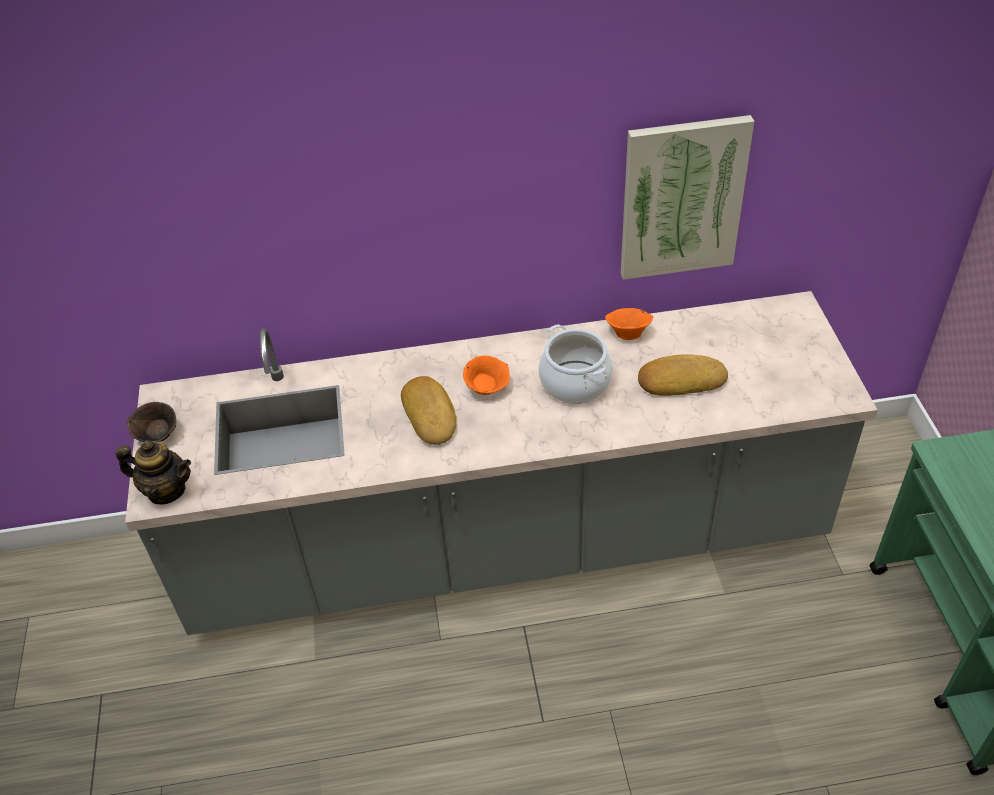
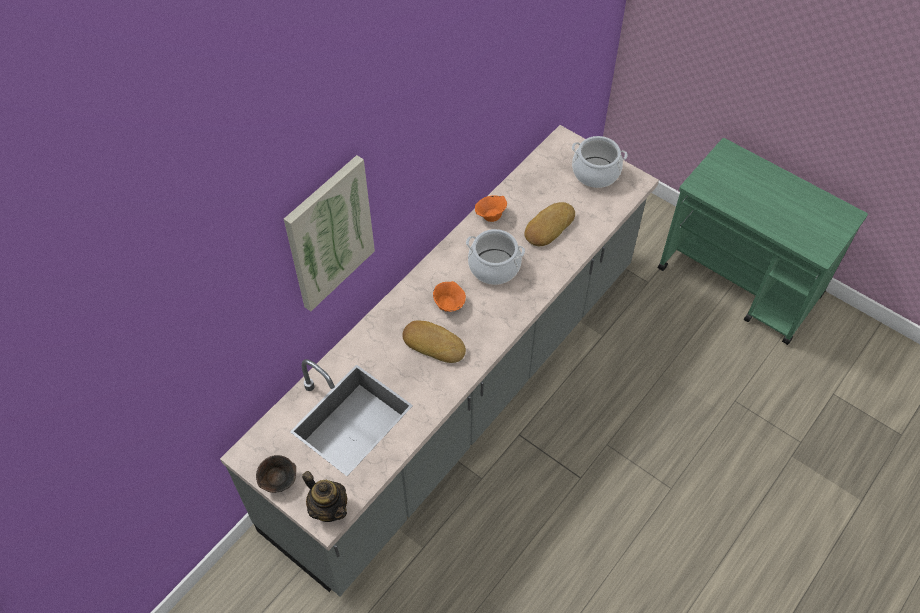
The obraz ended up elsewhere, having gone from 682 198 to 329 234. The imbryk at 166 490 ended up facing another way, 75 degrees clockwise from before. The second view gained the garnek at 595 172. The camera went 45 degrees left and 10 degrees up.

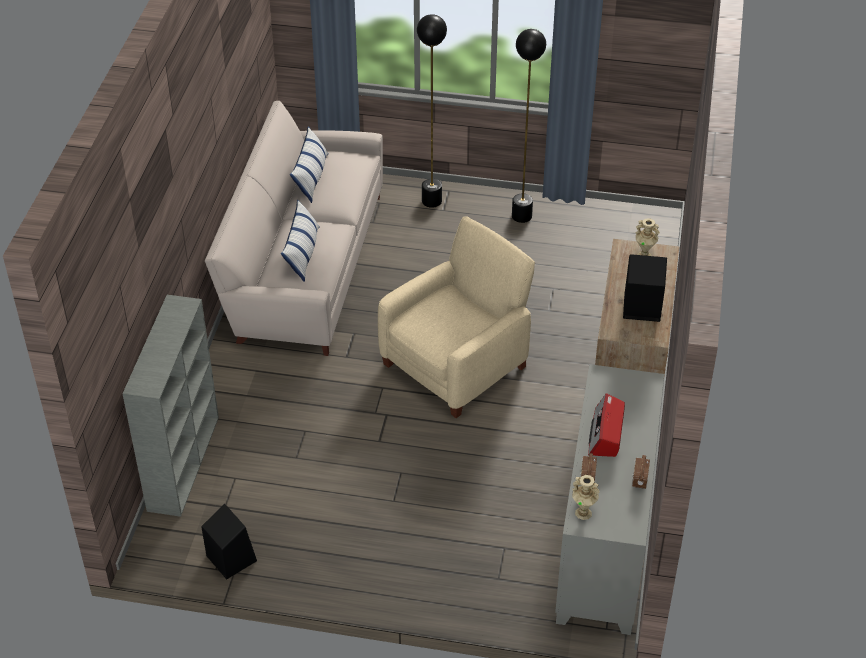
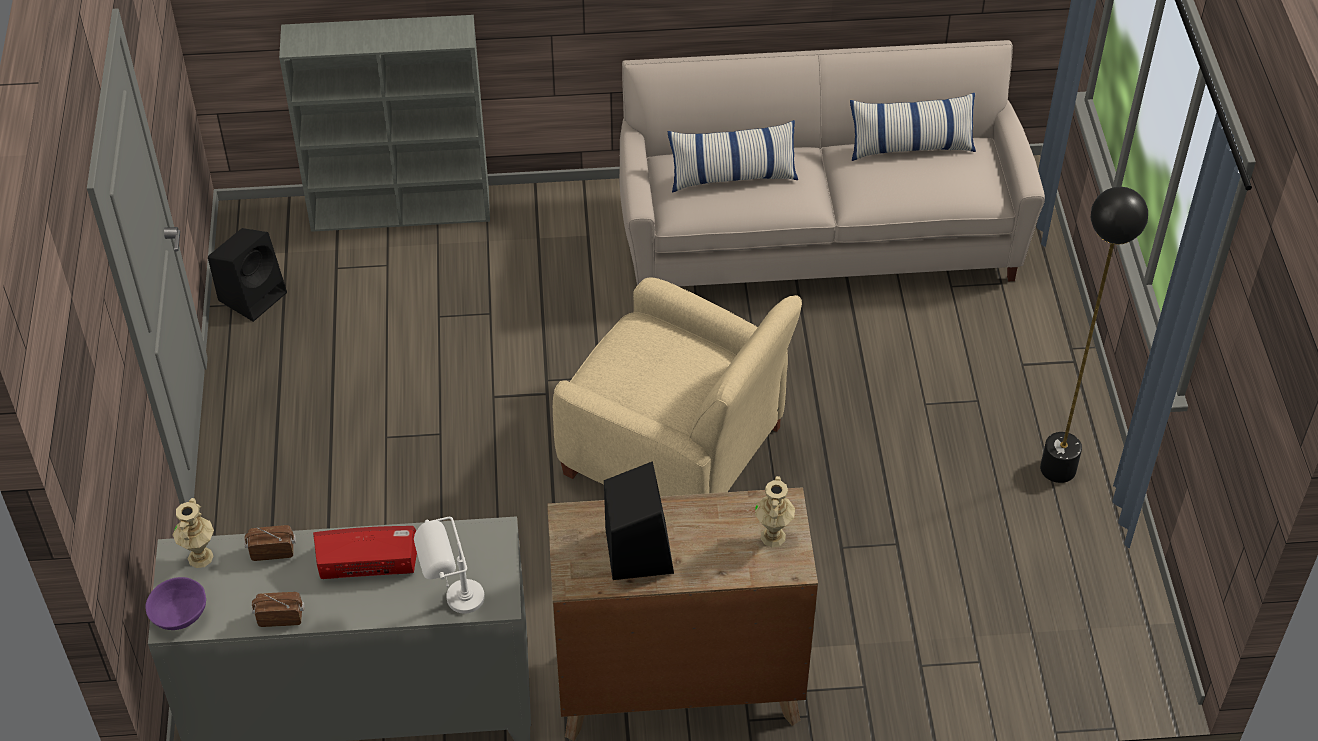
The second view lost the lampa stojąca/czarny at 432 201. The second view gained the lampa stołowa/biały at 452 602. The second view gained the miska/fioletowy at 180 614. The camera went 75 degrees right and 5 degrees up.

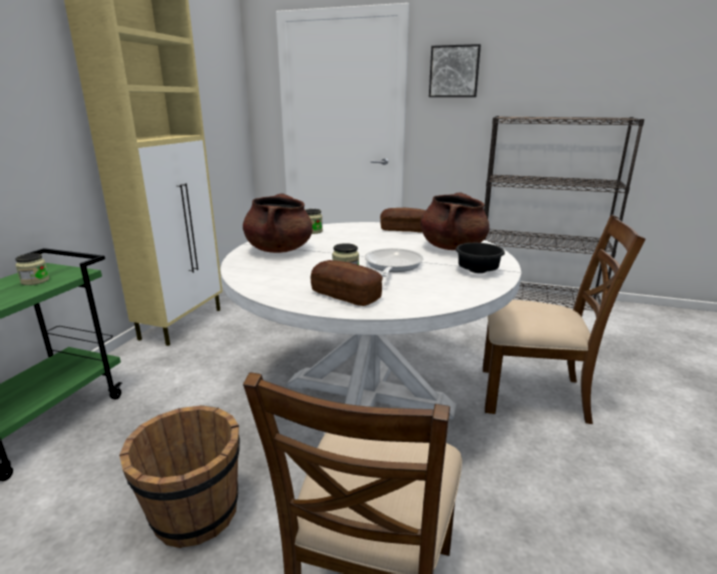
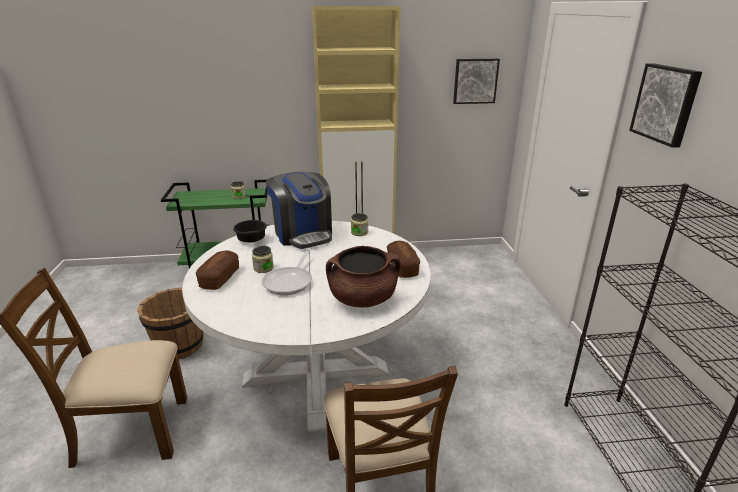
Where the garnek/brązowy stood at 279 249, the ekspres do kawy came to stand at 303 234. The miska/czarny ended up elsewhere, having gone from 478 271 to 250 240. The patelnia at 392 266 ended up facing another way, 120 degrees clockwise from before. The second view gained the obraz at 475 81. The camera went 65 degrees right and 5 degrees up.

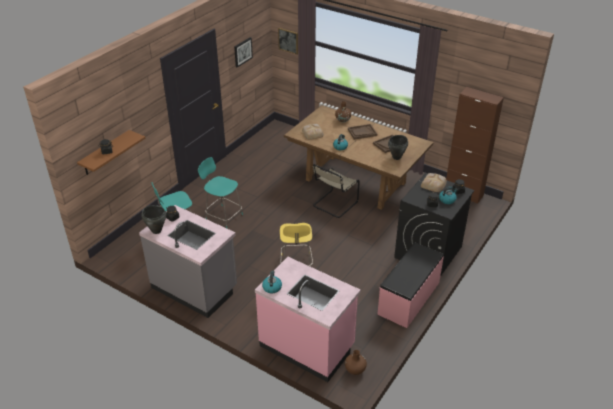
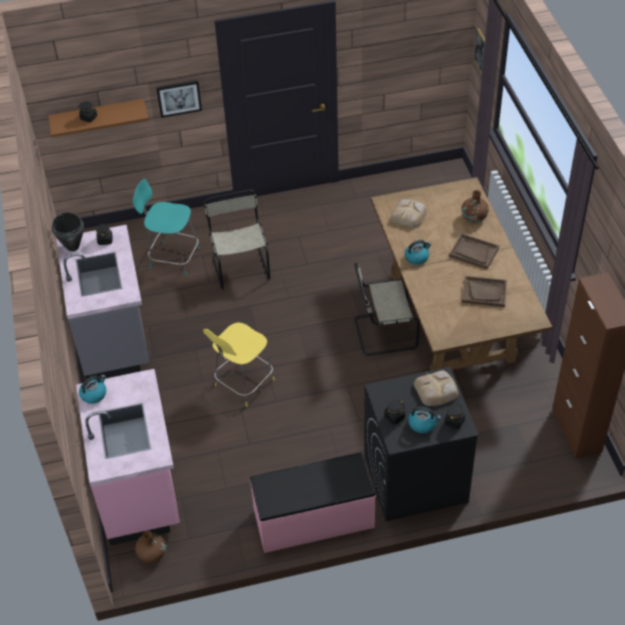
The obraz ended up elsewhere, having gone from 242 52 to 179 98. The second view lost the garnek/czarny at 397 157. Where the stołek/turkusowy stood at 223 216, the krzesło/beżowy came to stand at 240 265. The camera went 45 degrees right and 10 degrees up.

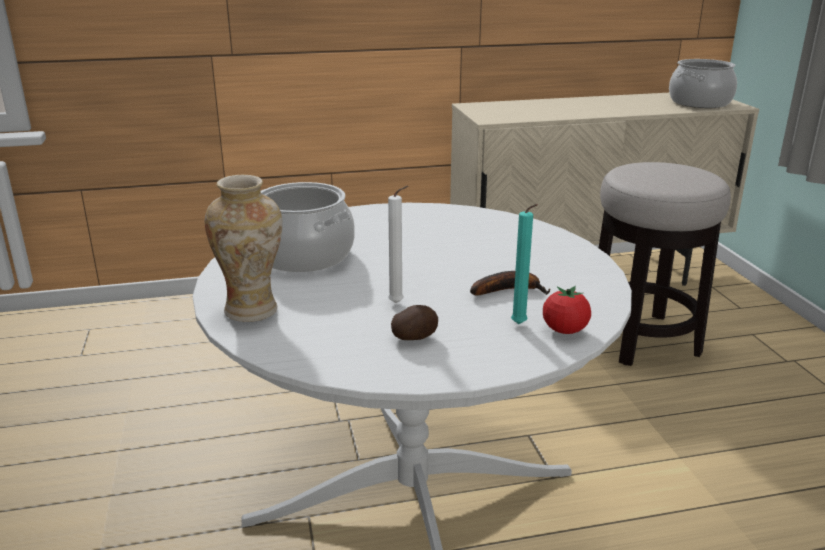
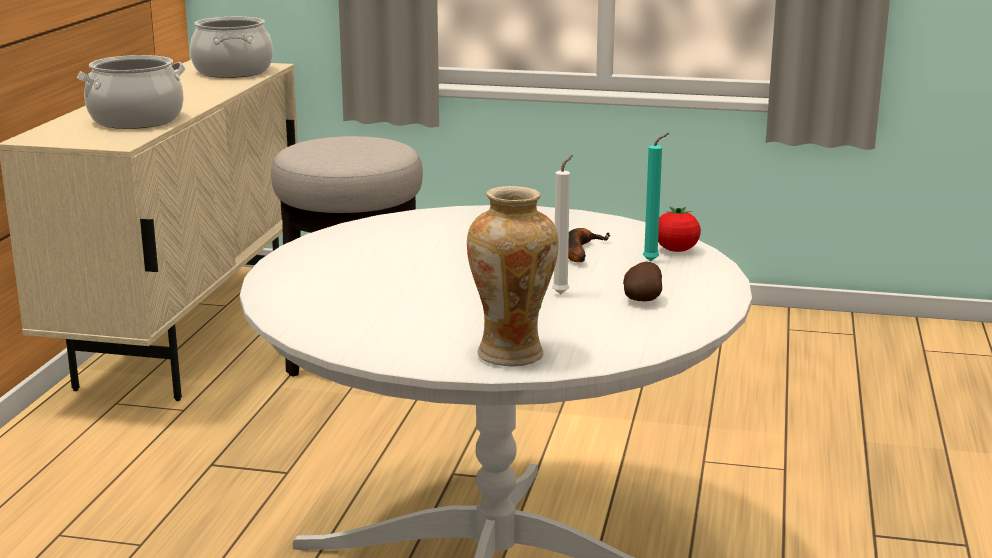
The garnek ended up elsewhere, having gone from 304 255 to 136 120. The camera went 65 degrees left and 5 degrees down.

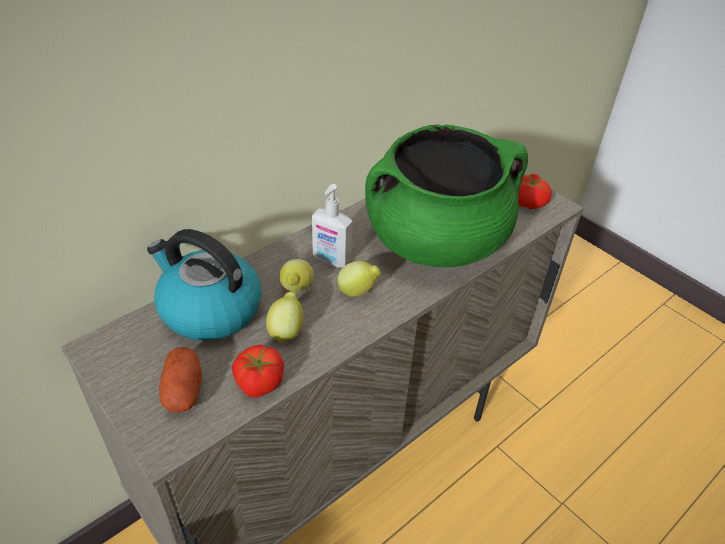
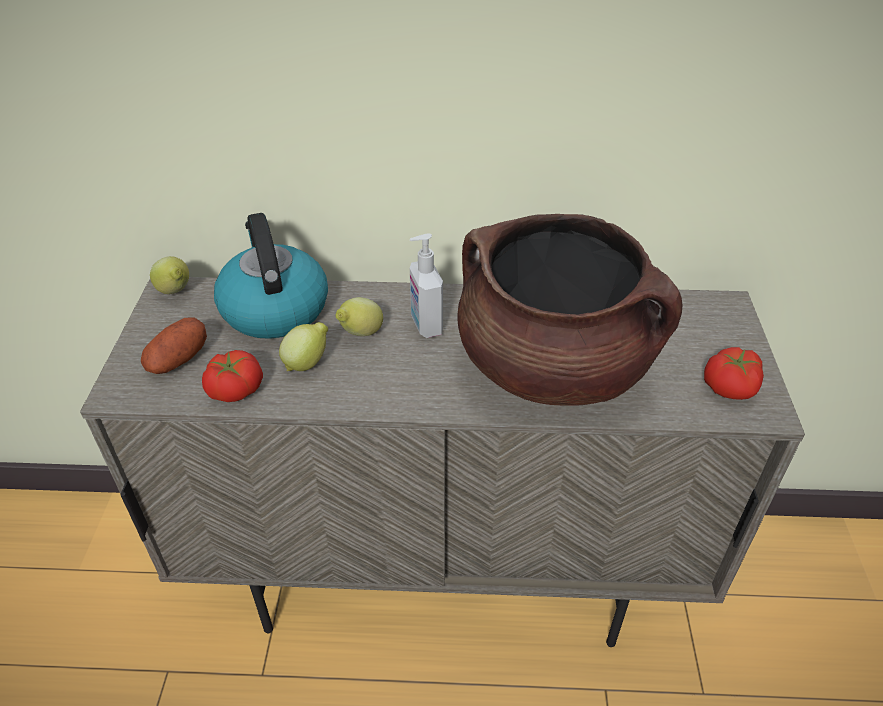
What was the garnek/zielony at 436 241 turned into the garnek/brązowy at 554 367. The cytryna ended up elsewhere, having gone from 358 292 to 175 292. The camera went 45 degrees right and 0 degrees up.

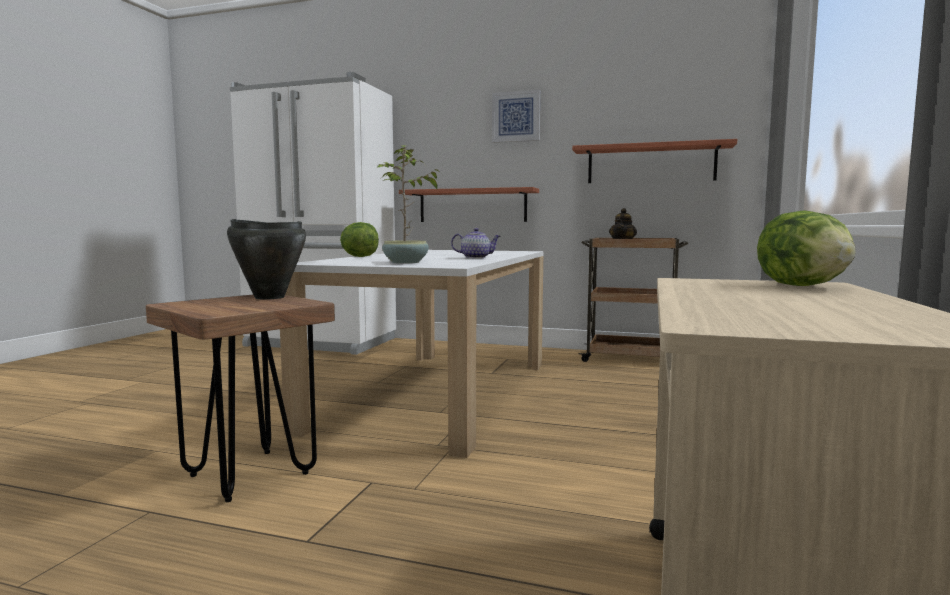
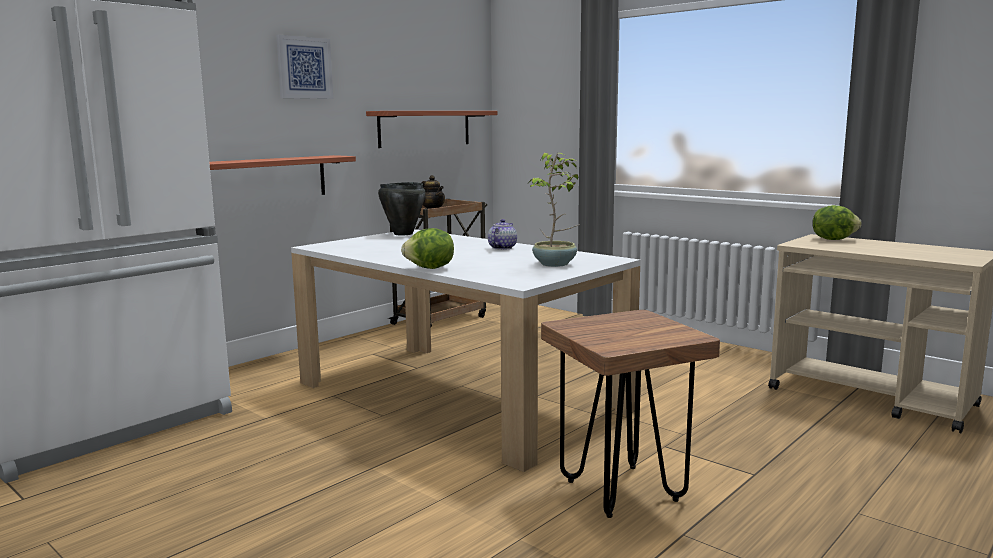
The garnek/czarny ended up elsewhere, having gone from 269 297 to 402 234. The camera went 65 degrees left and 5 degrees up.

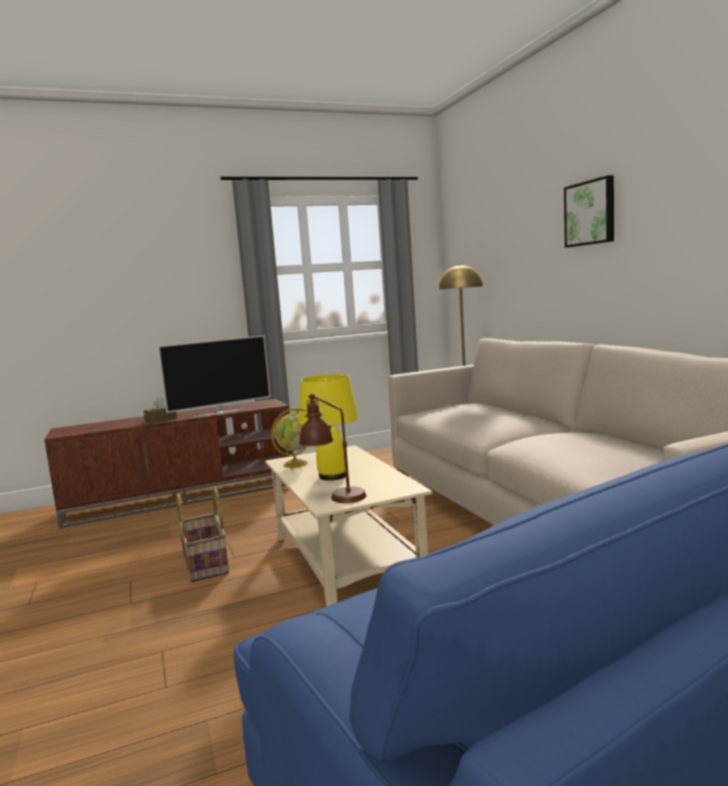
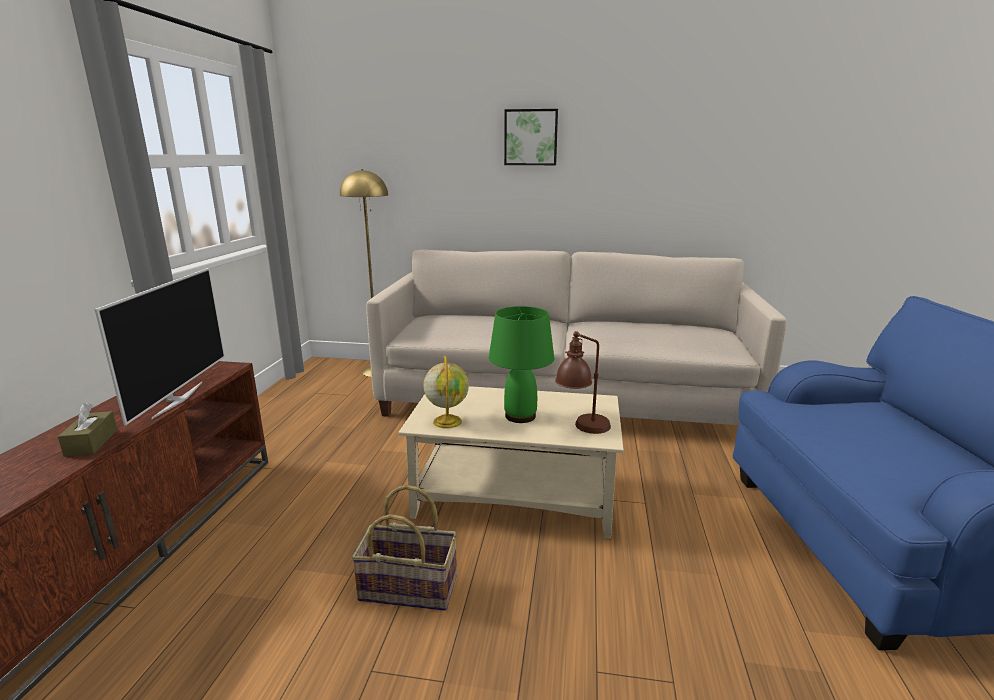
What was the lampa stołowa/żółty at 332 476 turned into the lampa stołowa/zielony at 520 416. The camera went 60 degrees left and 10 degrees up.

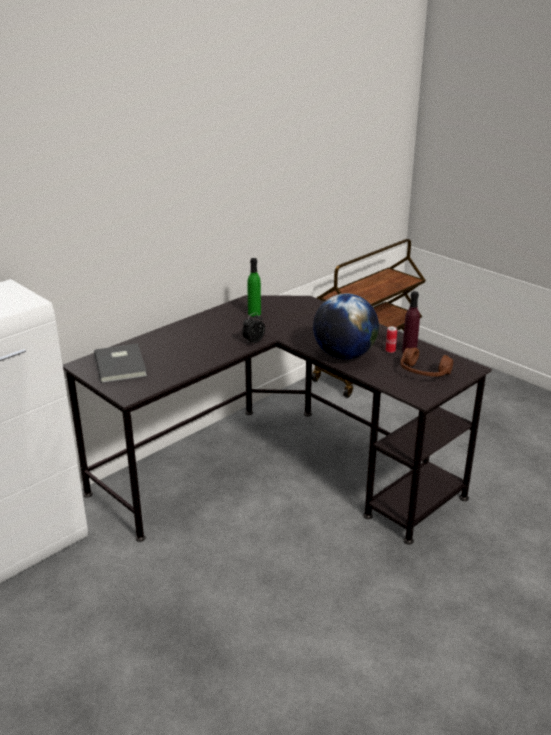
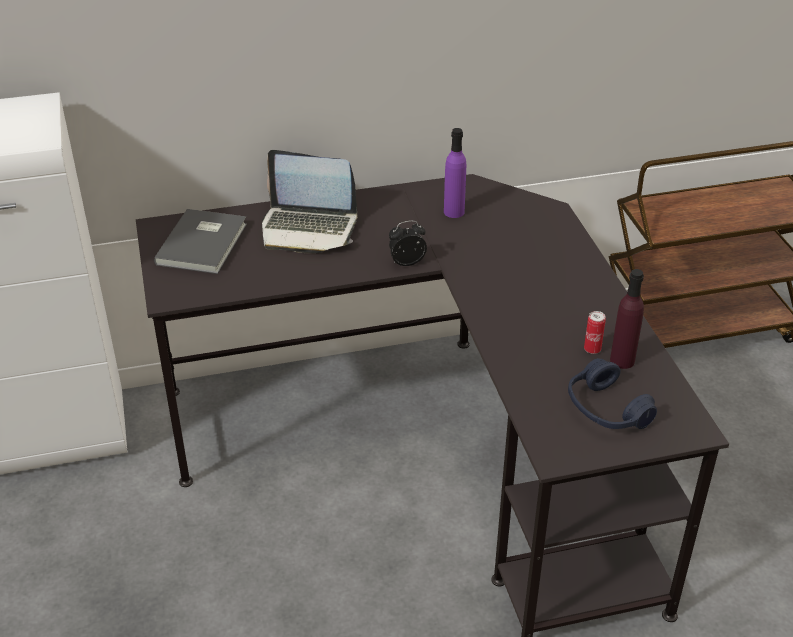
What was the butelka/zielony at 254 313 turned into the butelka/fioletowy at 454 212. The second view lost the globus at 344 355. What was the słuchawki/brązowy at 424 373 turned into the słuchawki/niebieski at 606 410. The second view gained the laptop at 308 228. The camera went 30 degrees right and 10 degrees up.

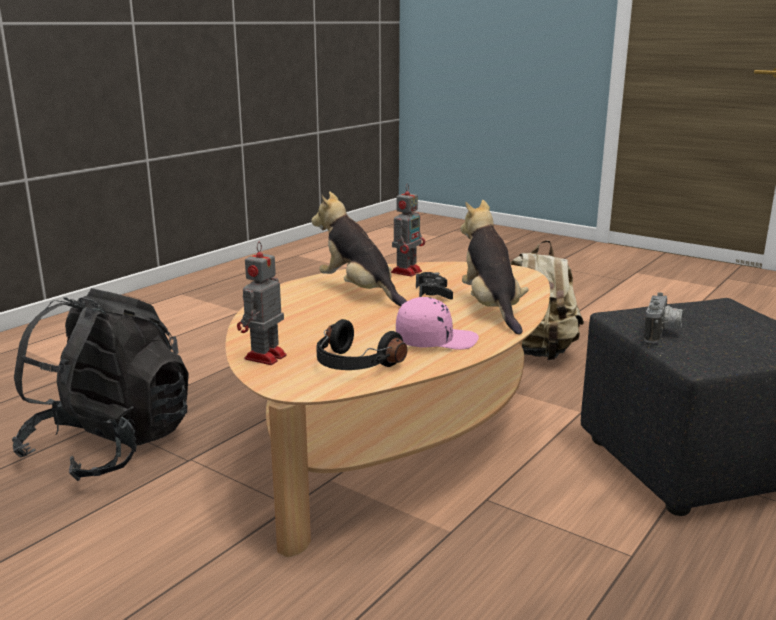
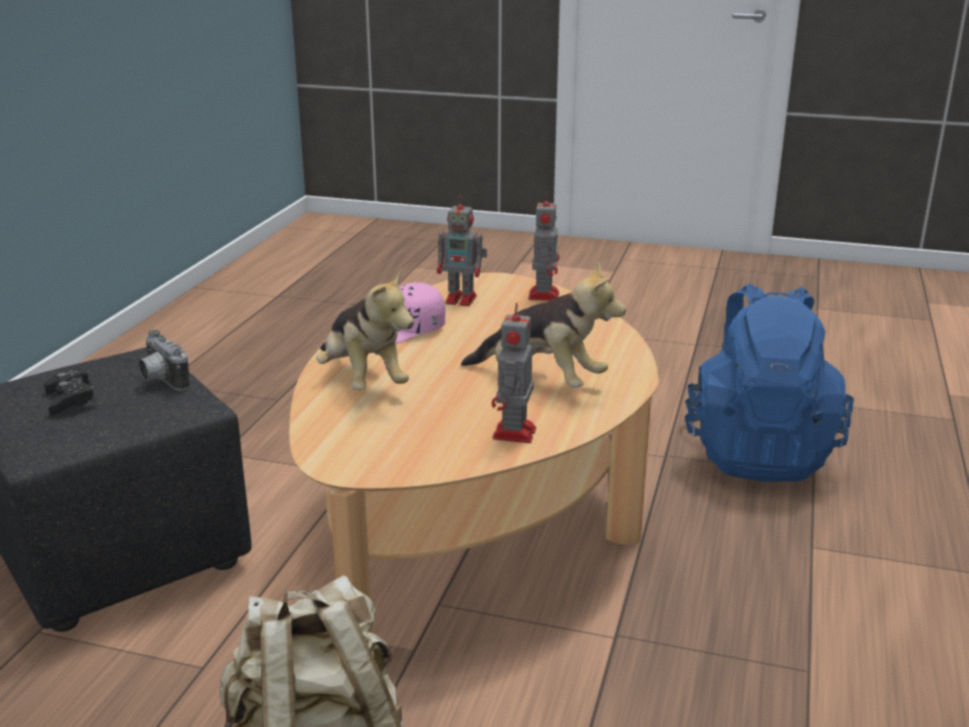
The pad do gier/czarny ended up elsewhere, having gone from 433 293 to 71 400. What was the plecak/czarny at 111 446 turned into the plecak/niebieski at 758 452. The aparat fotograficzny at 662 334 ended up facing another way, 45 degrees counterclockwise from before. Where the słuchawki/czarny stood at 354 365, the robot zabawkowy came to stand at 463 300. The camera went 160 degrees right and 5 degrees up.

